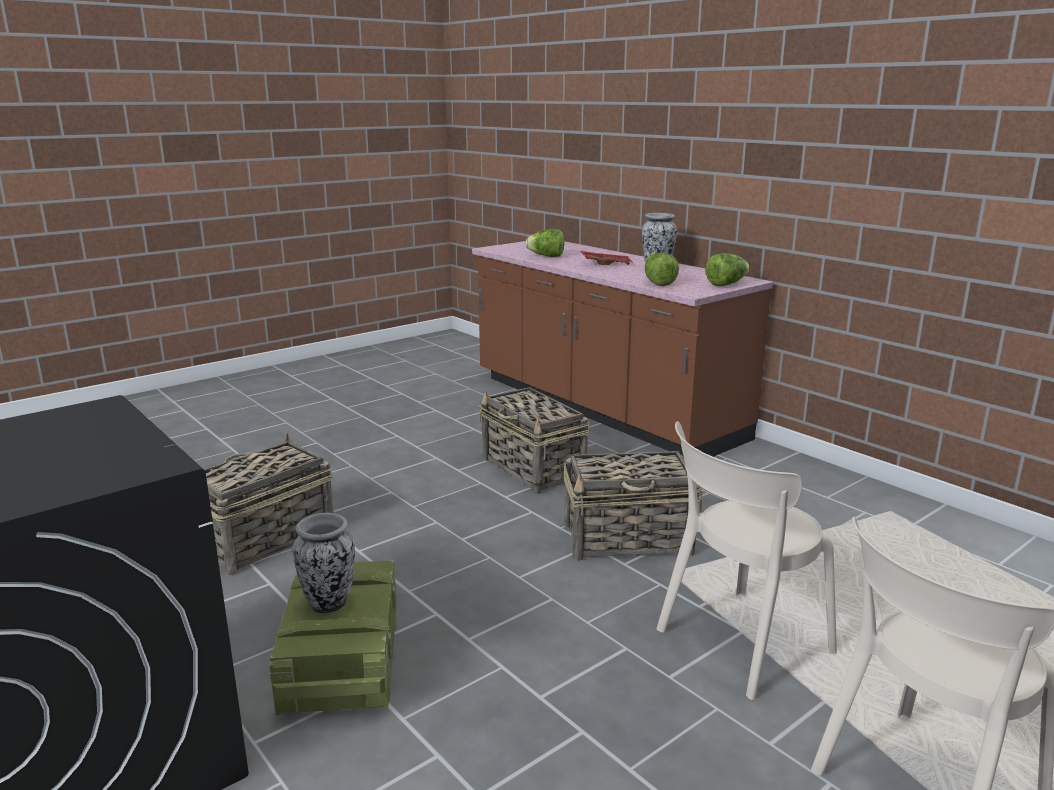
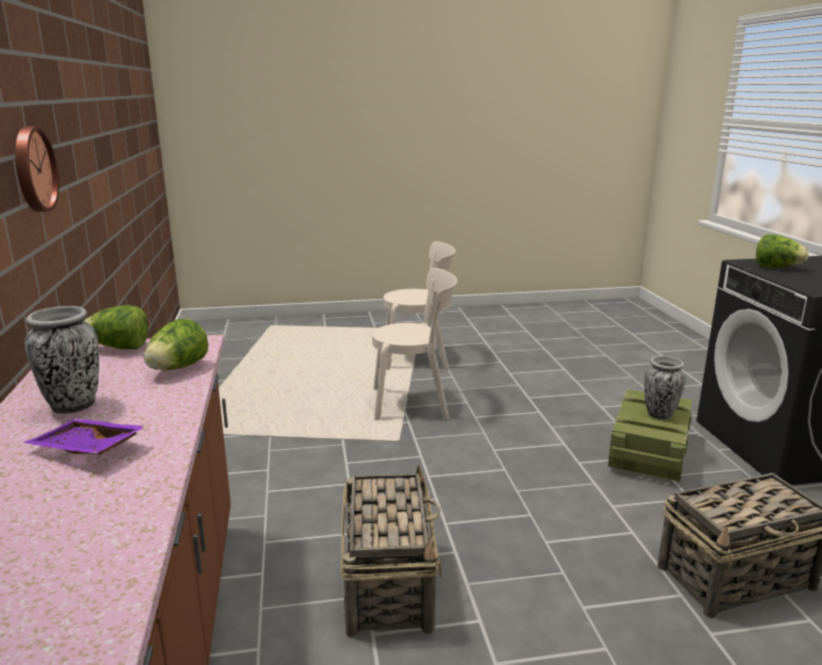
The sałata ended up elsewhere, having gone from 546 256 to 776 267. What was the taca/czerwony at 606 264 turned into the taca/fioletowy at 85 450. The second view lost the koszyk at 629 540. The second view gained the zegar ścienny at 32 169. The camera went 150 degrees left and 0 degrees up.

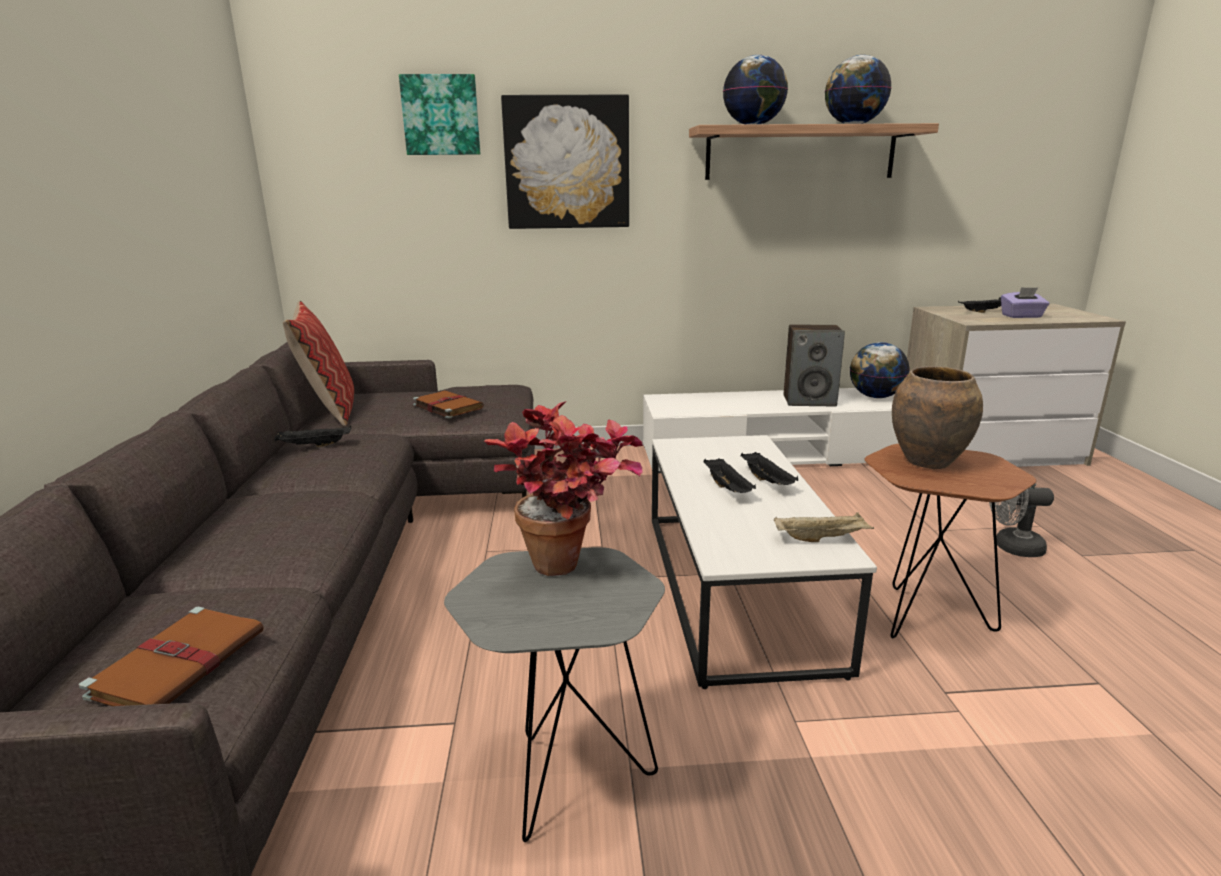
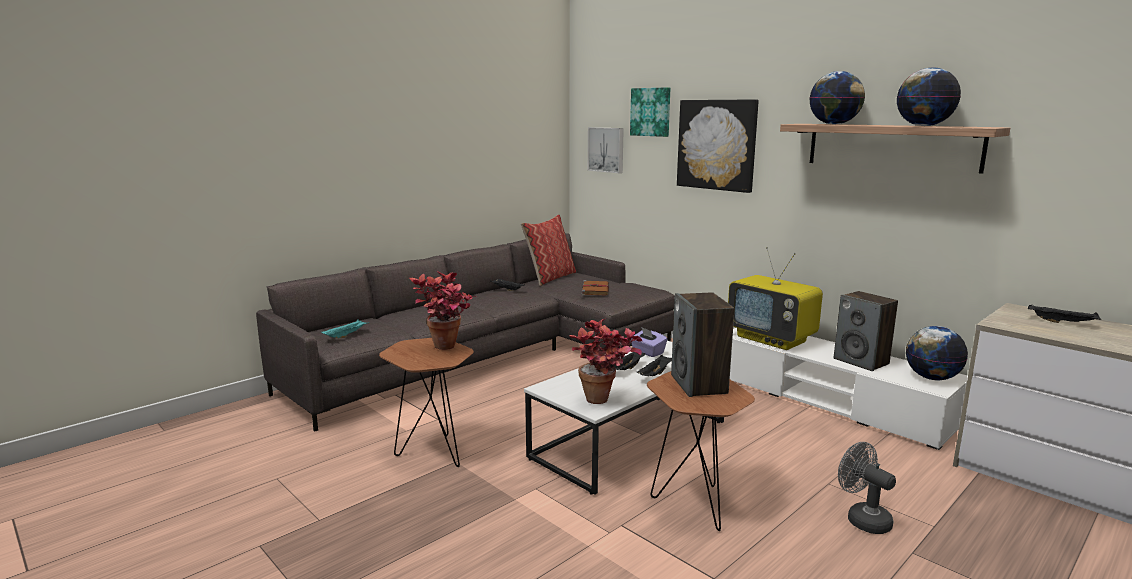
The pudełko chusteczek/fioletowy ended up elsewhere, having gone from 1021 316 to 647 352. Where the wazon/brązowy stood at 928 462, the głośnik came to stand at 699 384. Where the taca/beżowy stood at 821 538, the roślina doniczkowa came to stand at 605 402. What was the stolik/szary at 564 782 turned into the stolik/brązowy at 432 451. Where the książka/brązowy stood at 181 662, the taca/turkusowy came to stand at 346 335. The second view gained the obraz at 606 149. The second view gained the telewizor at 772 339. The camera went 50 degrees right and 5 degrees down.

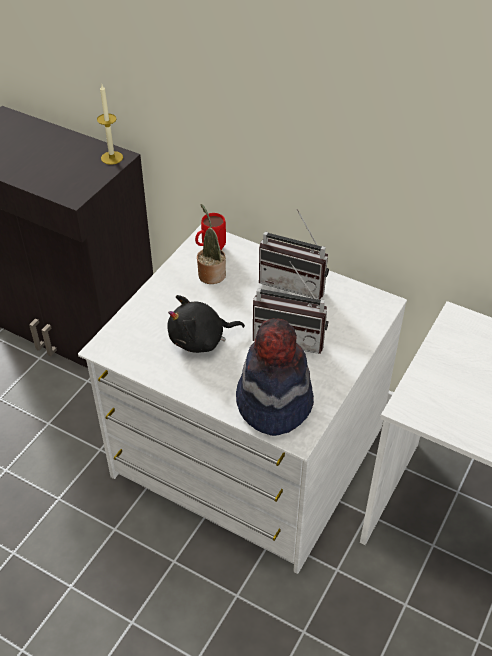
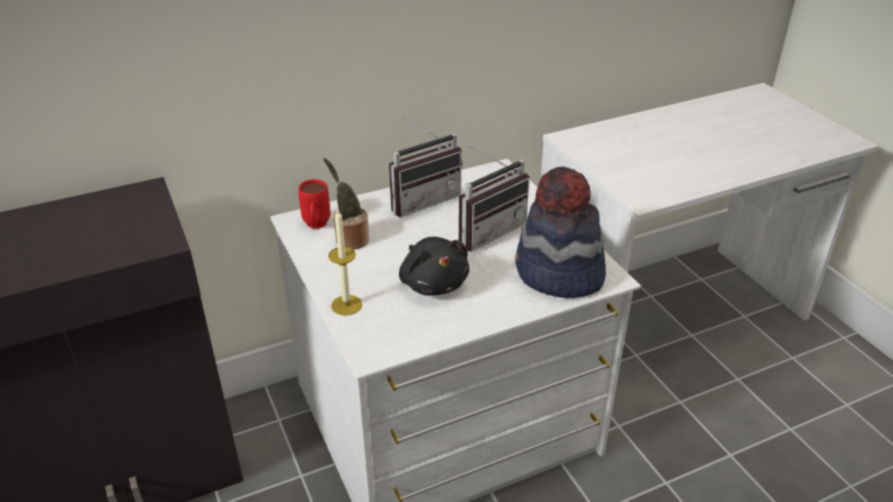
The świeca ended up elsewhere, having gone from 112 158 to 346 305. The pluszak/czarny at 201 340 ended up facing another way, 45 degrees counterclockwise from before. The camera went 55 degrees left and 10 degrees down.

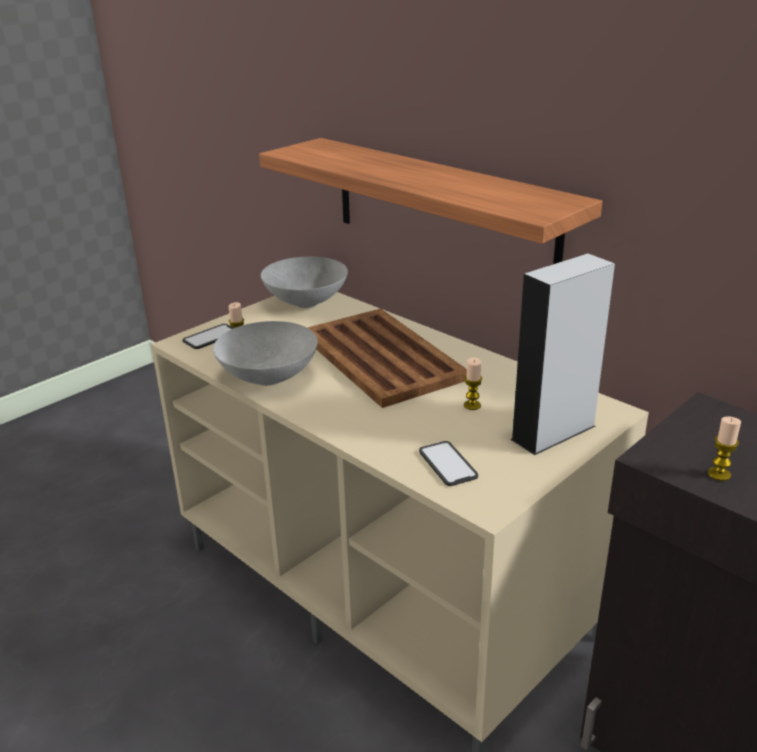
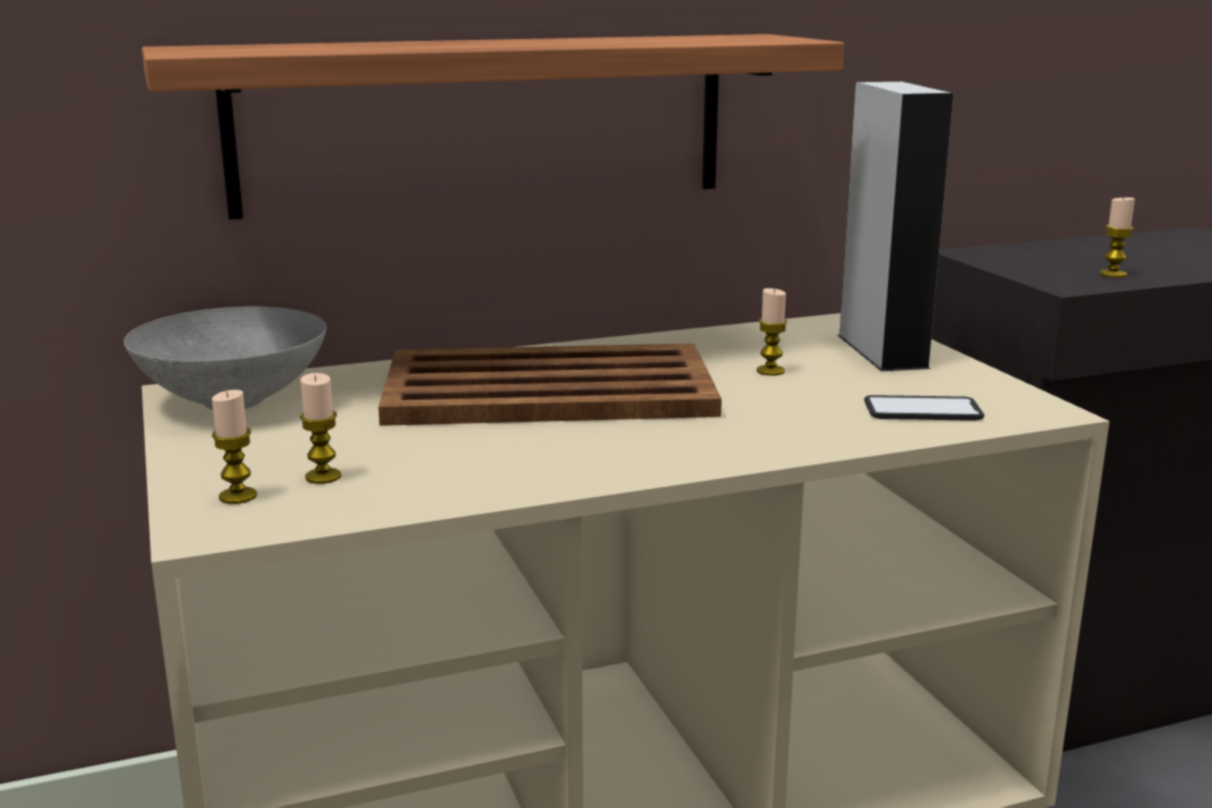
The second view lost the miska/szary at 268 378. Where the telefon stood at 211 337, the świeca came to stand at 238 496. The camera went 65 degrees left and 10 degrees down.

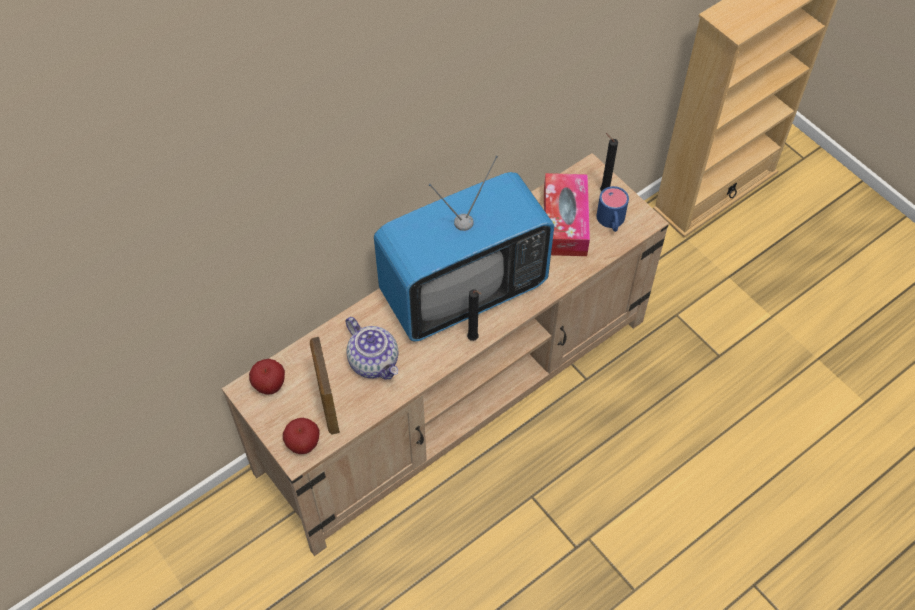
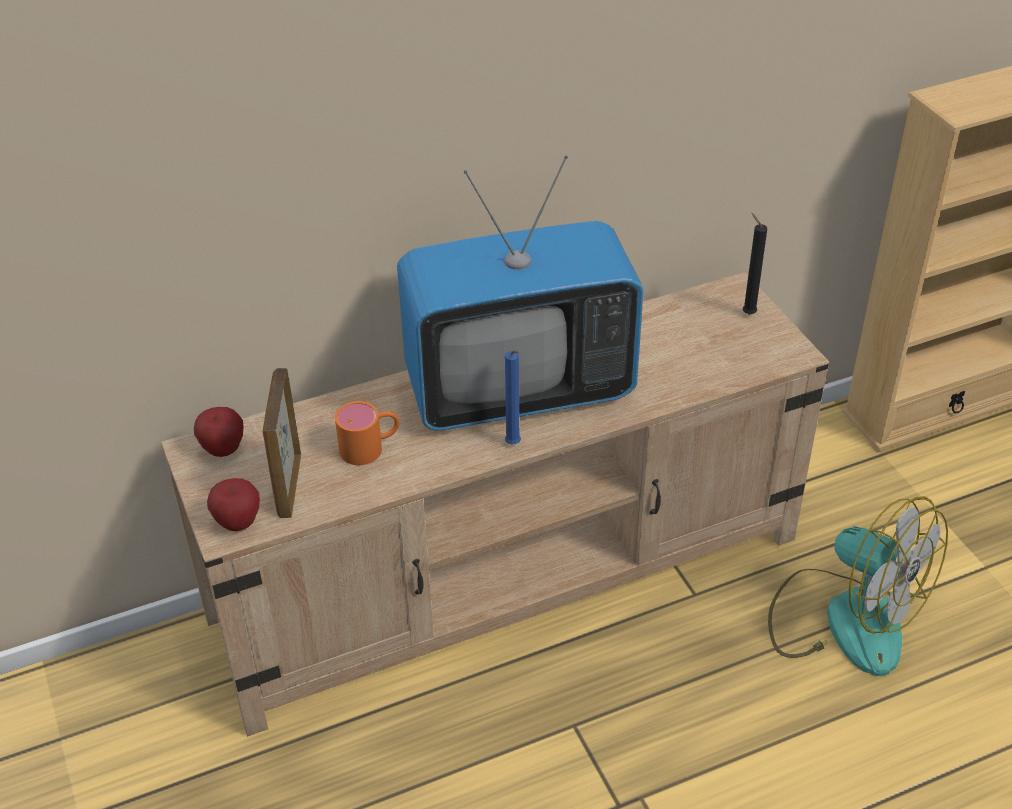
The second view lost the pudełko chusteczek at 565 222. The second view lost the kubek/niebieski at 611 222. What was the świeca/czarny at 474 339 turned into the świeca/niebieski at 514 445. Where the imbryk stood at 374 362, the kubek/pomarańczowy came to stand at 370 447. The second view gained the wentylator at 844 619. The camera went 15 degrees right and 15 degrees down.

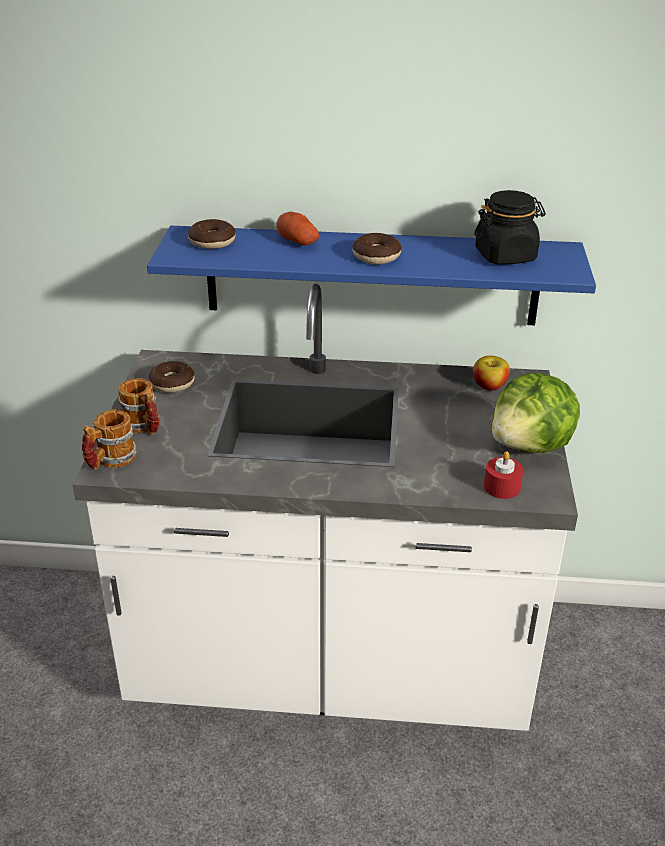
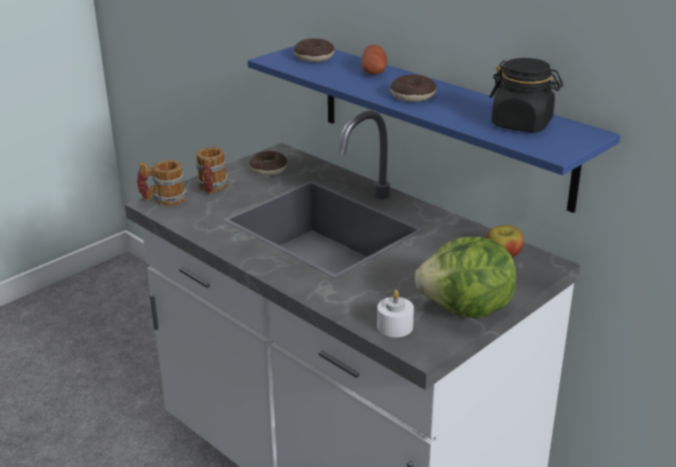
What was the świeca/czerwony at 502 487 turned into the świeca/biały at 395 326. The camera went 40 degrees right and 5 degrees down.

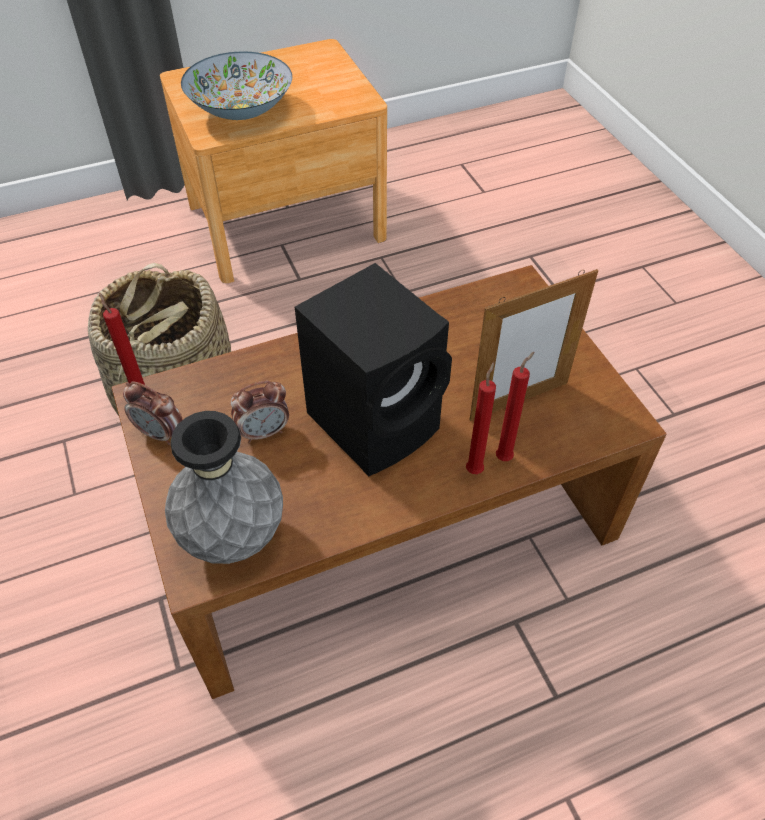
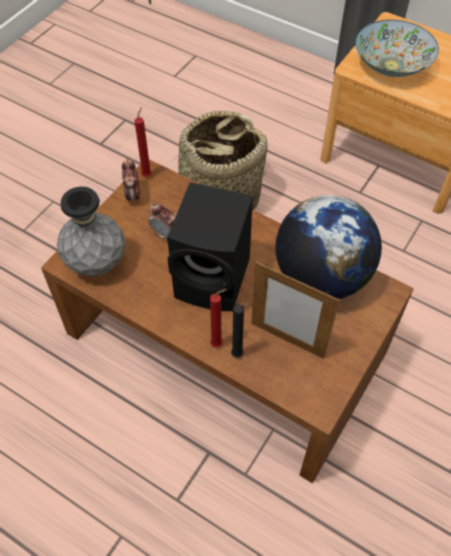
What was the świeca/czerwony at 506 456 turned into the świeca/czarny at 239 355. The second view gained the globus at 321 276. The camera went 55 degrees right and 5 degrees up.

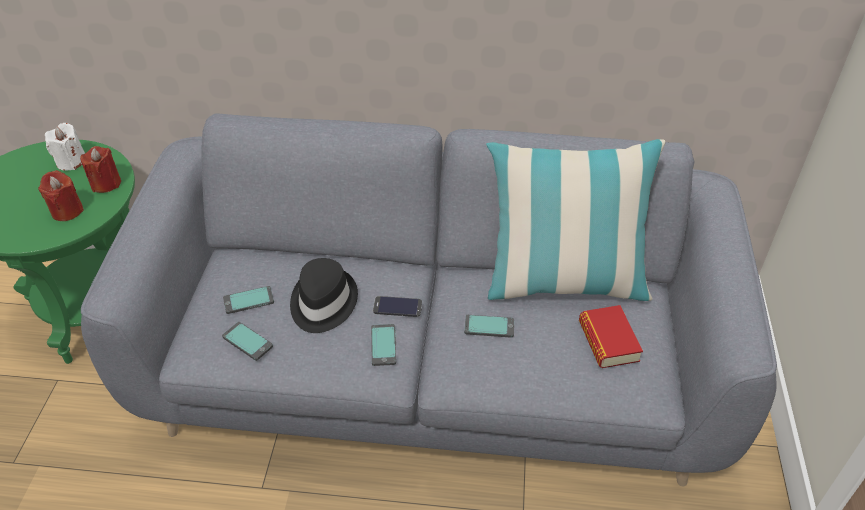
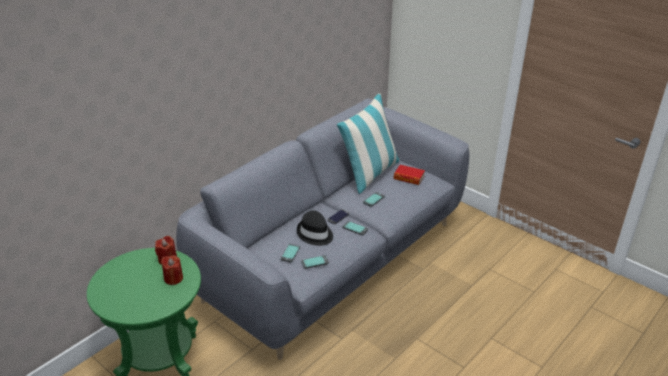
The second view lost the świeca/biały at 71 162. The camera went 55 degrees left and 10 degrees down.

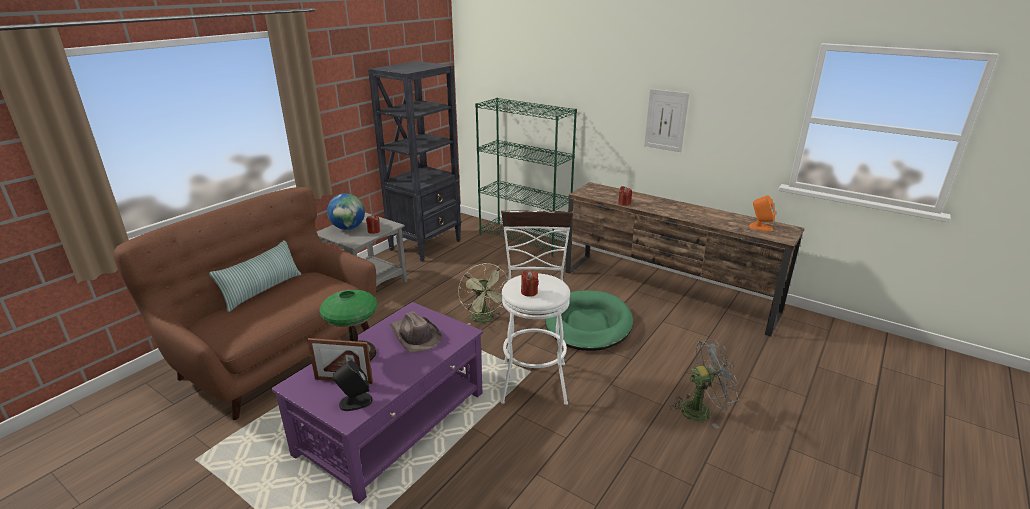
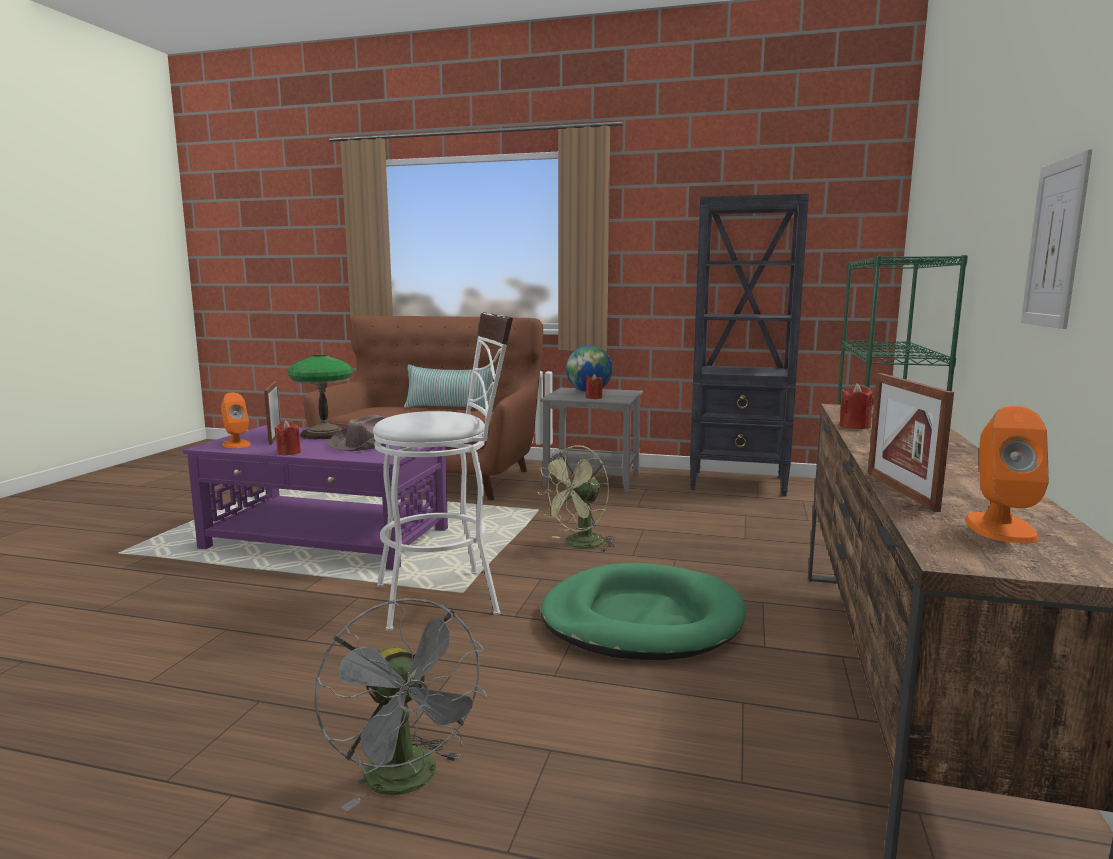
The świeca/czerwony ended up elsewhere, having gone from 529 292 to 289 452. What was the głośnik/czarny at 355 402 turned into the głośnik/pomarańczowy at 236 444. The second view gained the ramka na zdjęcie at 900 490. The camera went 70 degrees right and 15 degrees down.

